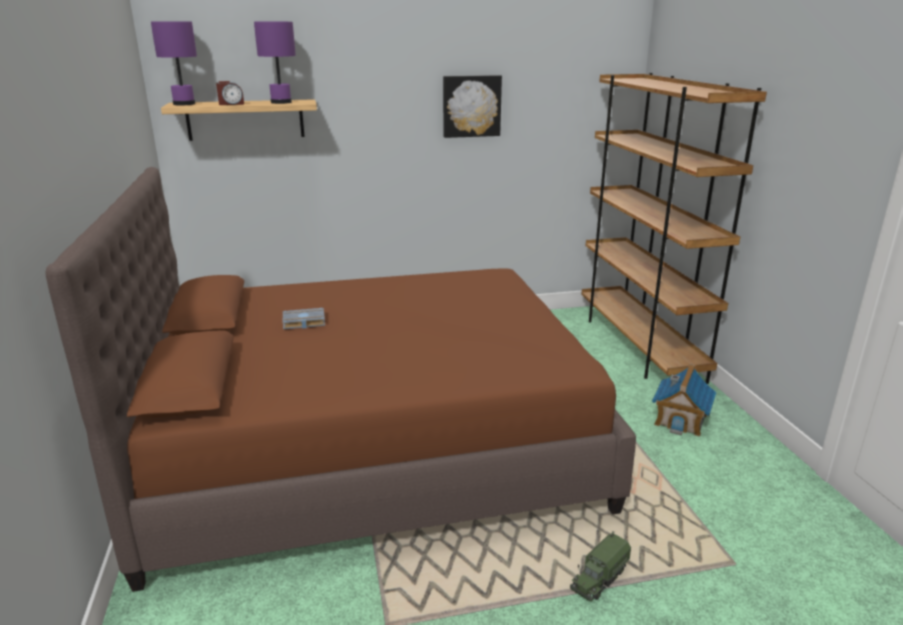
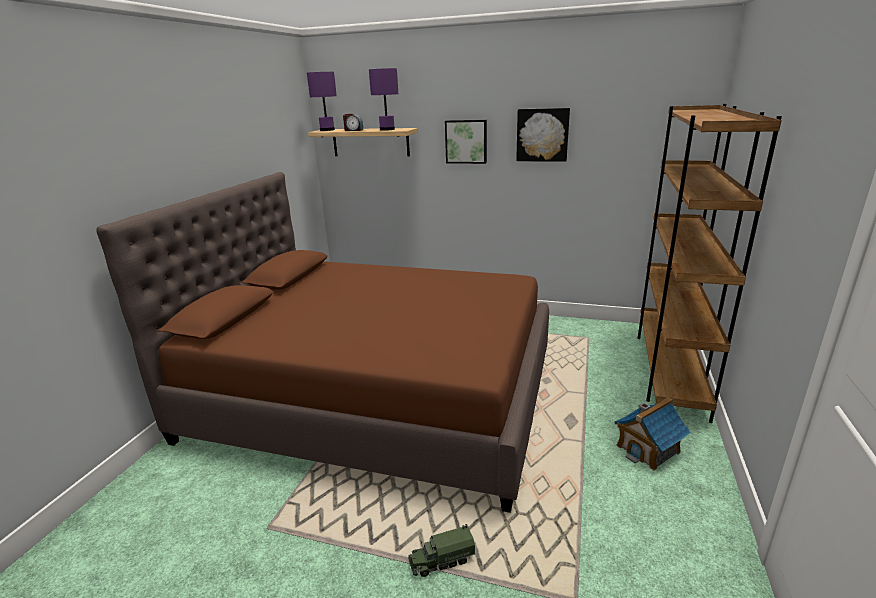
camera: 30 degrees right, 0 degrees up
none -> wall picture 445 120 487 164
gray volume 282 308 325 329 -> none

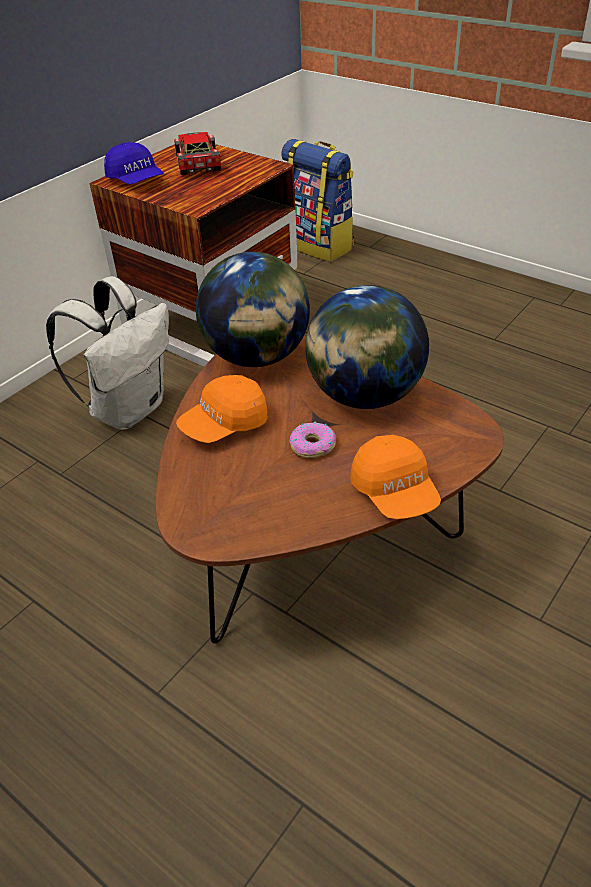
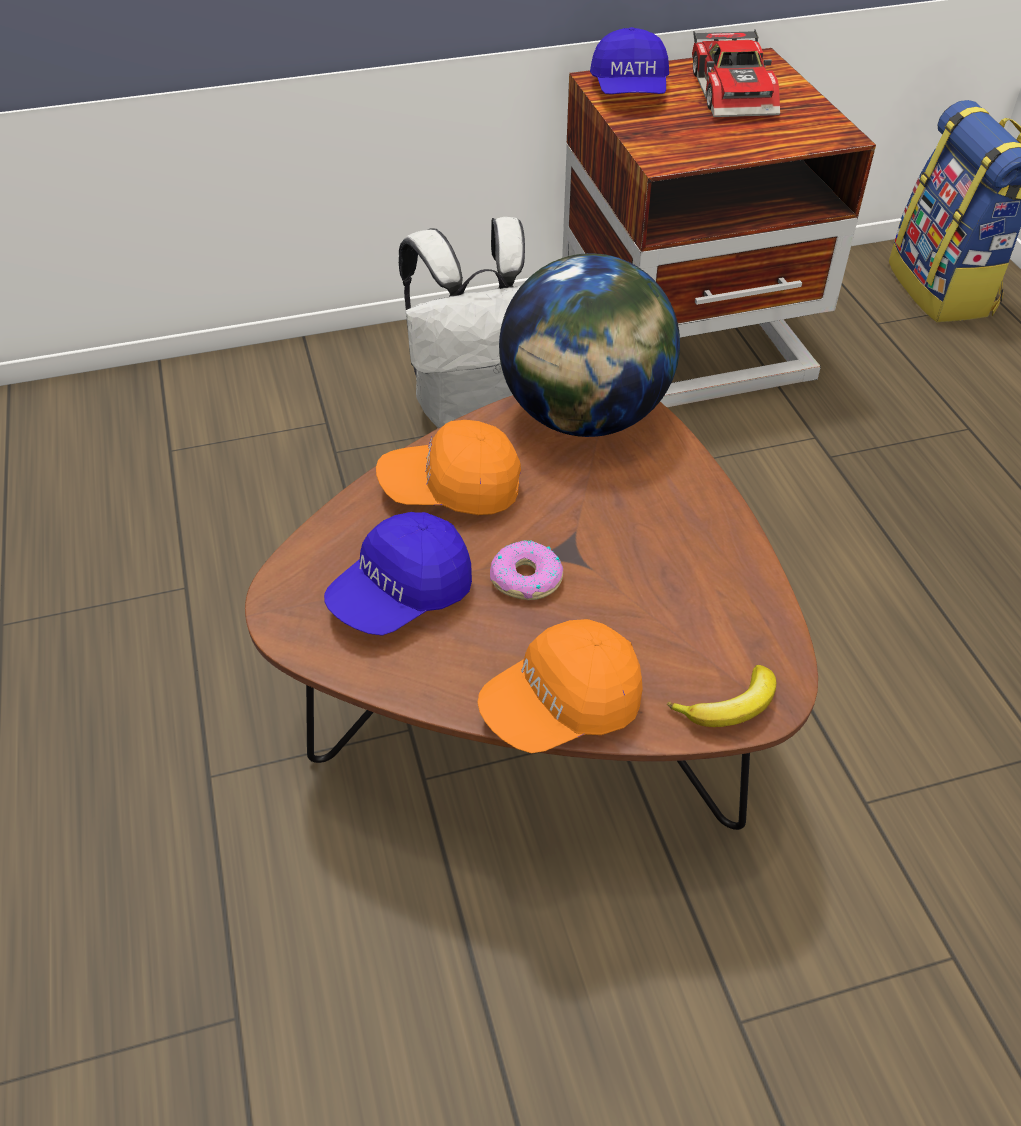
camera: 35 degrees right, 5 degrees up
none -> blue baseball cap 324 512 472 636
orange-coloured baseball cap 350 435 441 519 -> orange-coloured baseball cap 477 619 643 754, 45 degrees clockwise
none -> banana fruit 667 665 776 727
toy car 174 132 221 175 -> toy car 692 29 780 117, 150 degrees clockwise
world globe 305 285 429 409 -> none

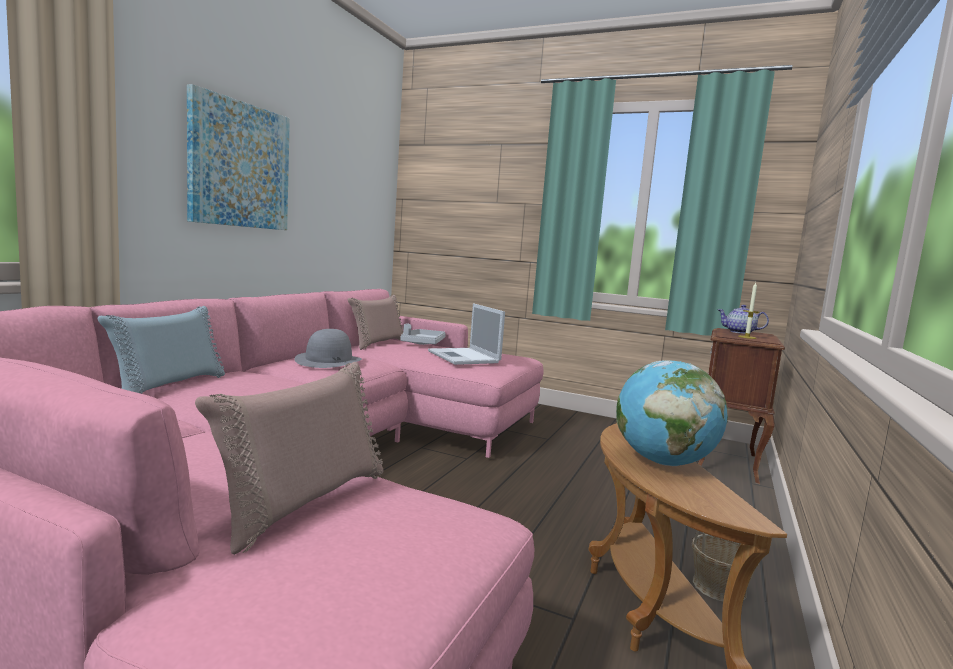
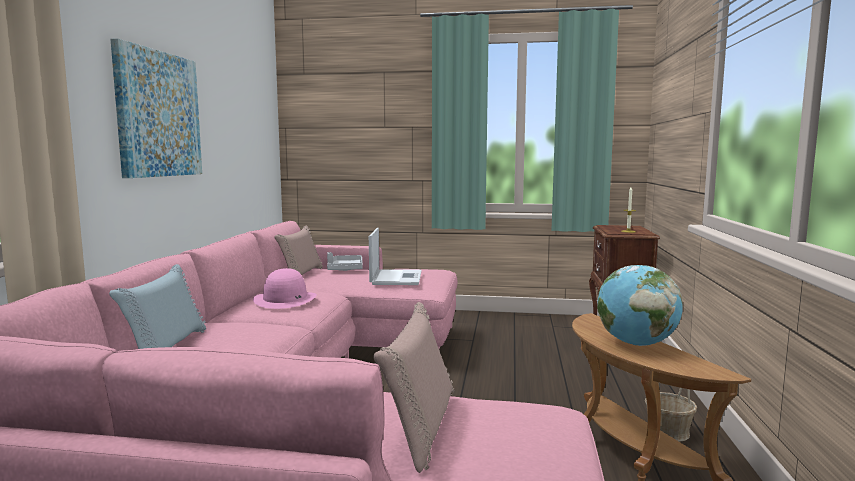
camera: 15 degrees left, 0 degrees up
gray hat 294 329 362 368 -> pink-coloured hat 253 268 317 309
notebook computer 428 303 505 365 -> notebook computer 369 228 422 285, 135 degrees counterclockwise
teapot 718 305 769 334 -> none

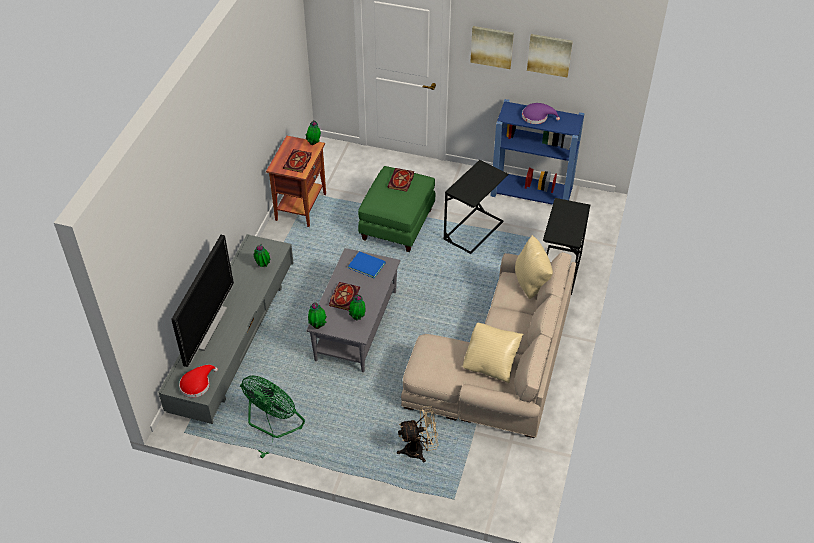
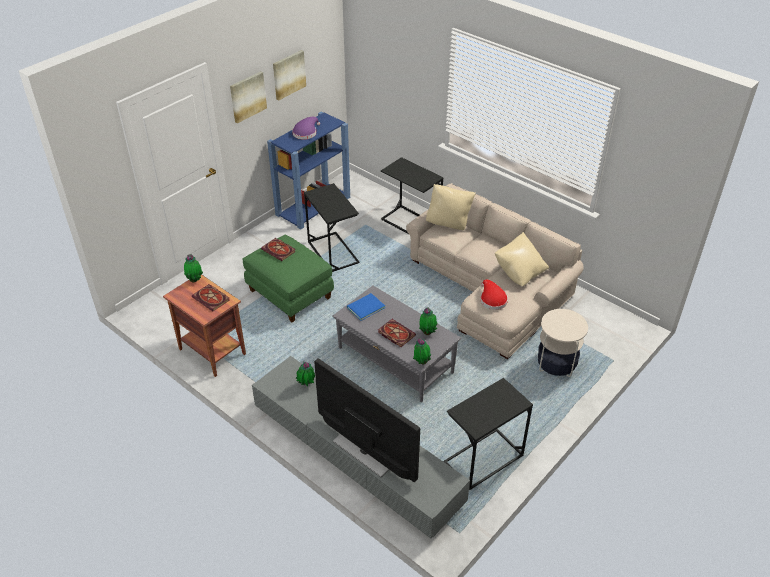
camera: 65 degrees left, 5 degrees down
green-coloured electric fan 240 375 305 458 -> black accent table 443 378 533 490
red-coloured hat 179 365 218 398 -> red-coloured hat 480 279 508 310, moved
sand-coloured electric fan 397 406 438 462 -> sand-coloured accent table 538 309 588 377

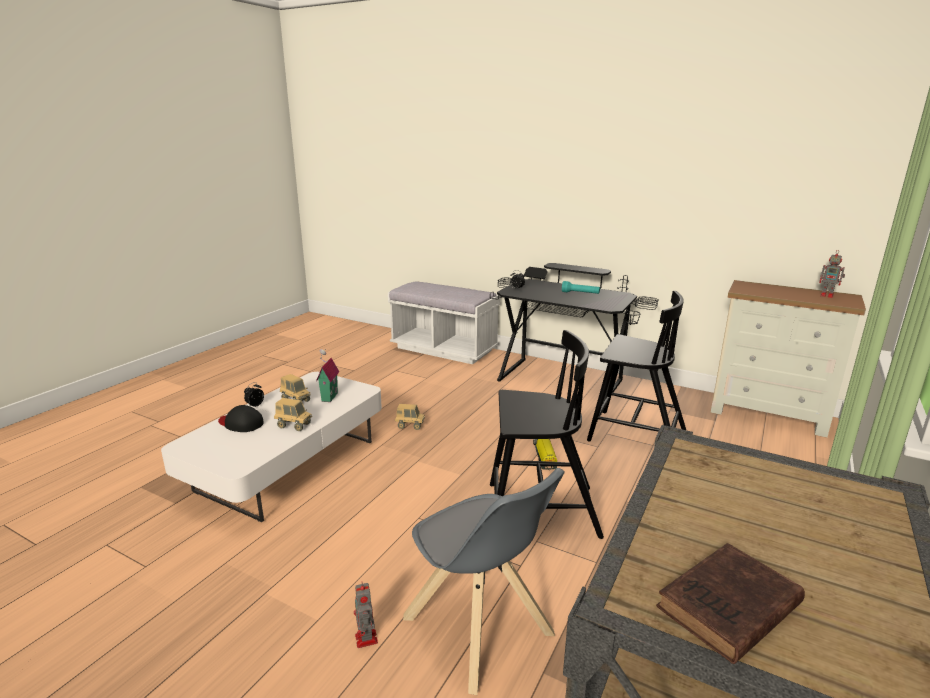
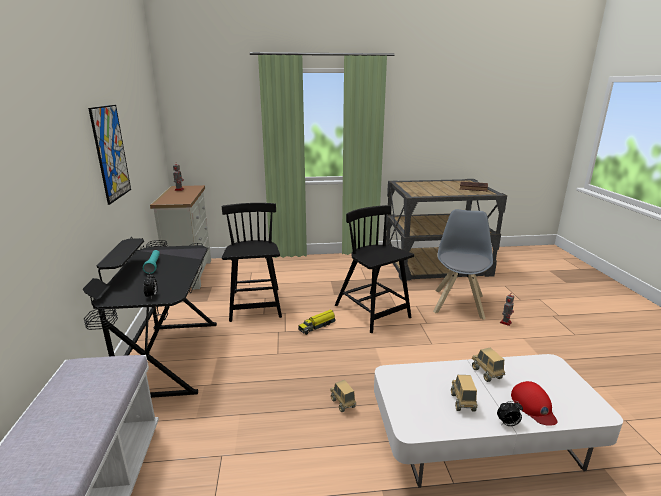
camera: 125 degrees left, 0 degrees up
none -> wall picture 88 105 131 205
black baseball cap 218 405 264 432 -> red-coloured baseball cap 511 381 557 426
toy house 316 349 339 402 -> none

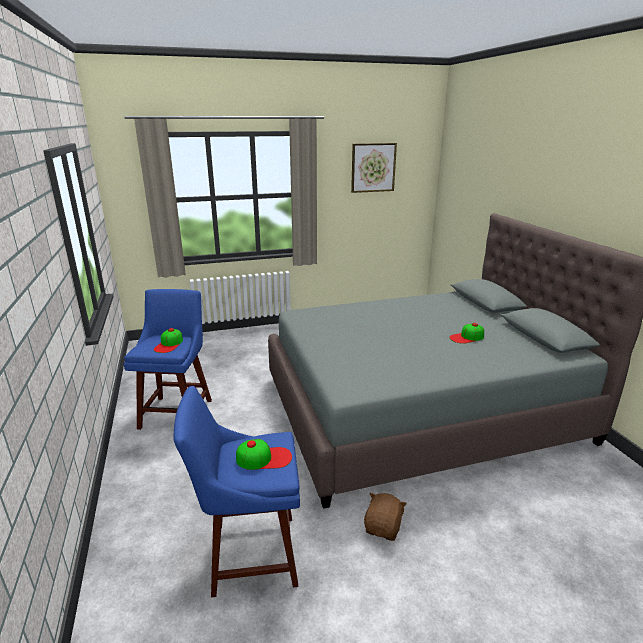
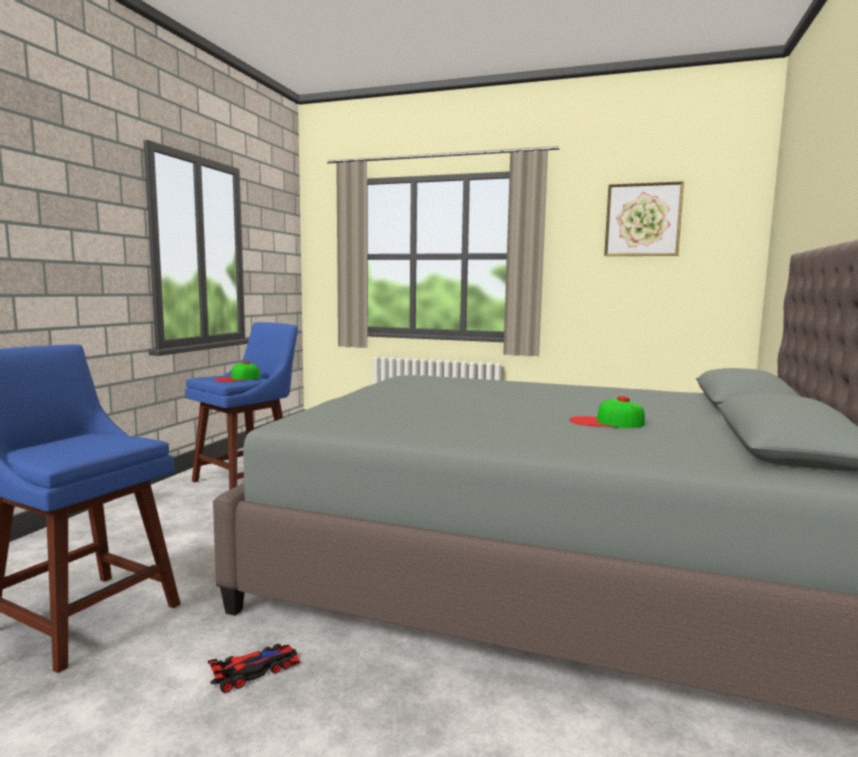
camera: 35 degrees right, 15 degrees down
brown-coloured plush toy 364 493 407 541 -> toy car 208 644 300 693
baseball cap 236 439 292 470 -> none

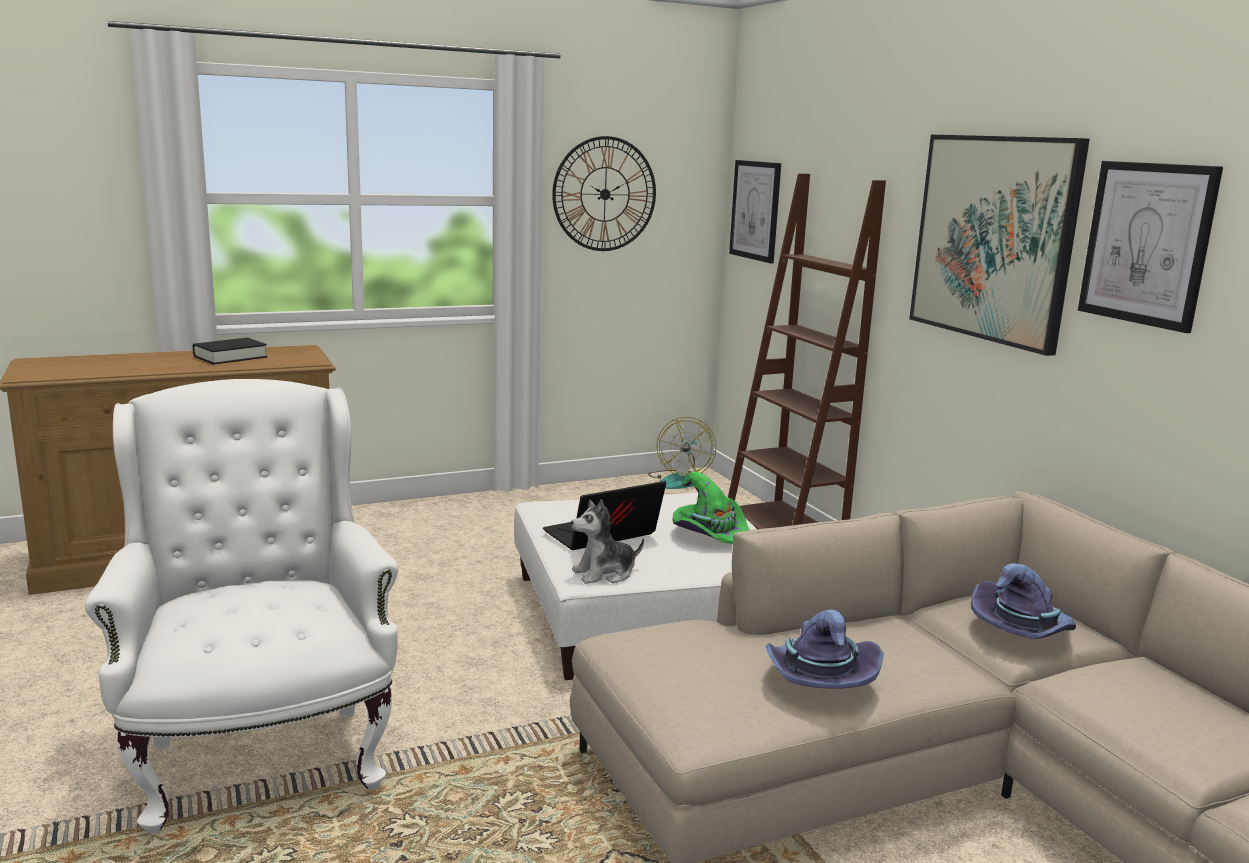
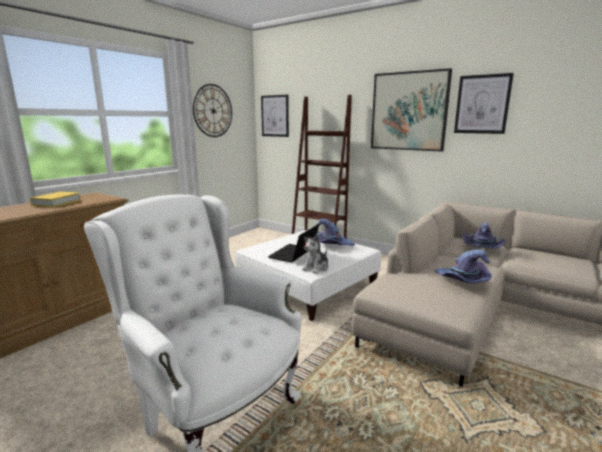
camera: 30 degrees left, 0 degrees up
black volume 193 338 268 364 -> yellowish volume 30 192 80 207
green-coloured hat 673 471 750 544 -> purple hat 316 219 355 246
electric fan 648 417 716 489 -> none

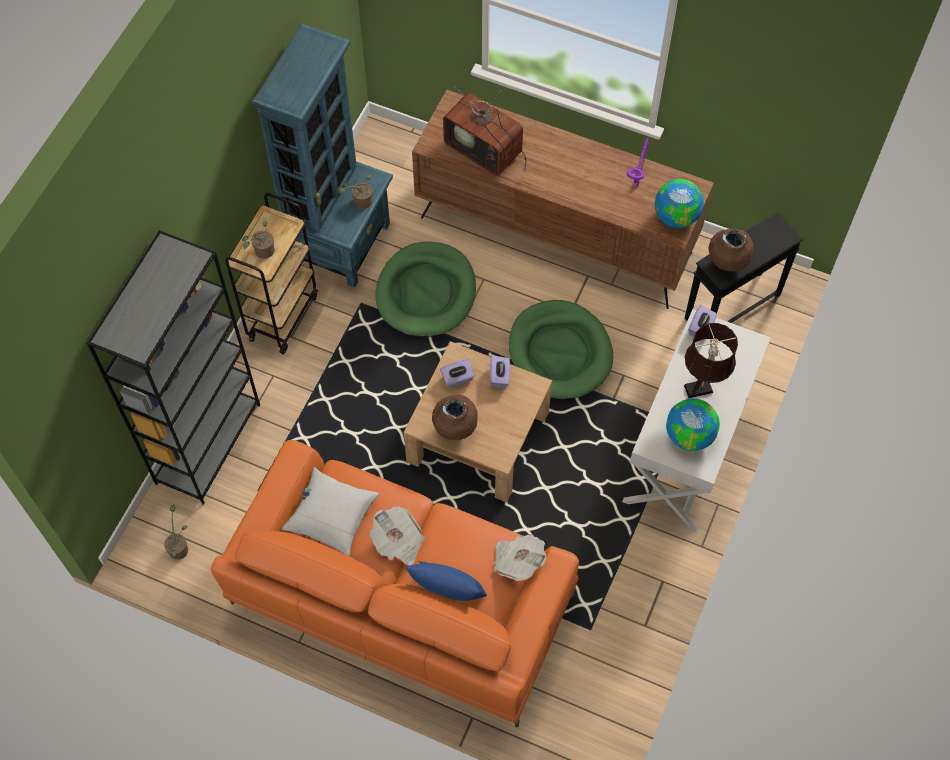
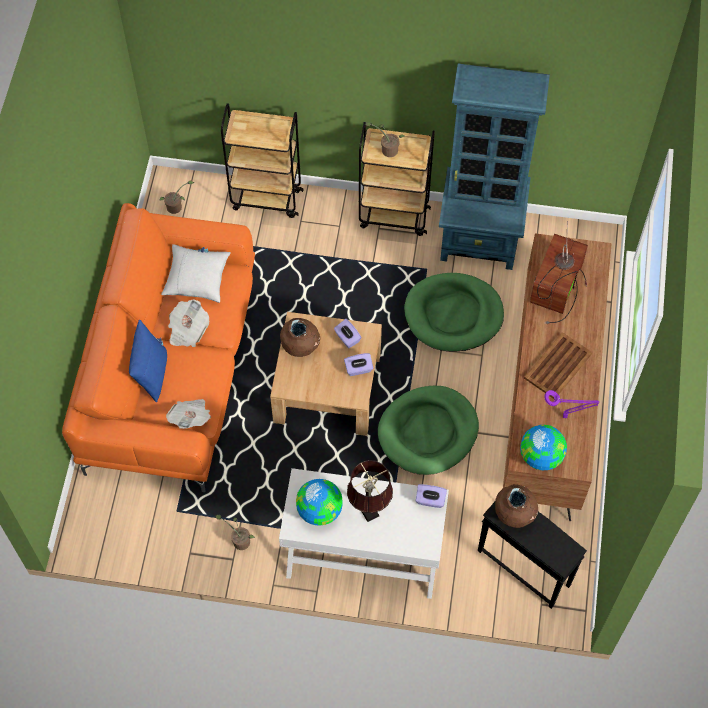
camera: 75 degrees right, 0 degrees up
houseplant 339 175 373 209 -> houseplant 215 515 255 550, moved
gray bookcase 87 230 260 505 -> brown-coloured cart 221 103 304 218
none -> brown-coloured carrying tray 524 332 593 400

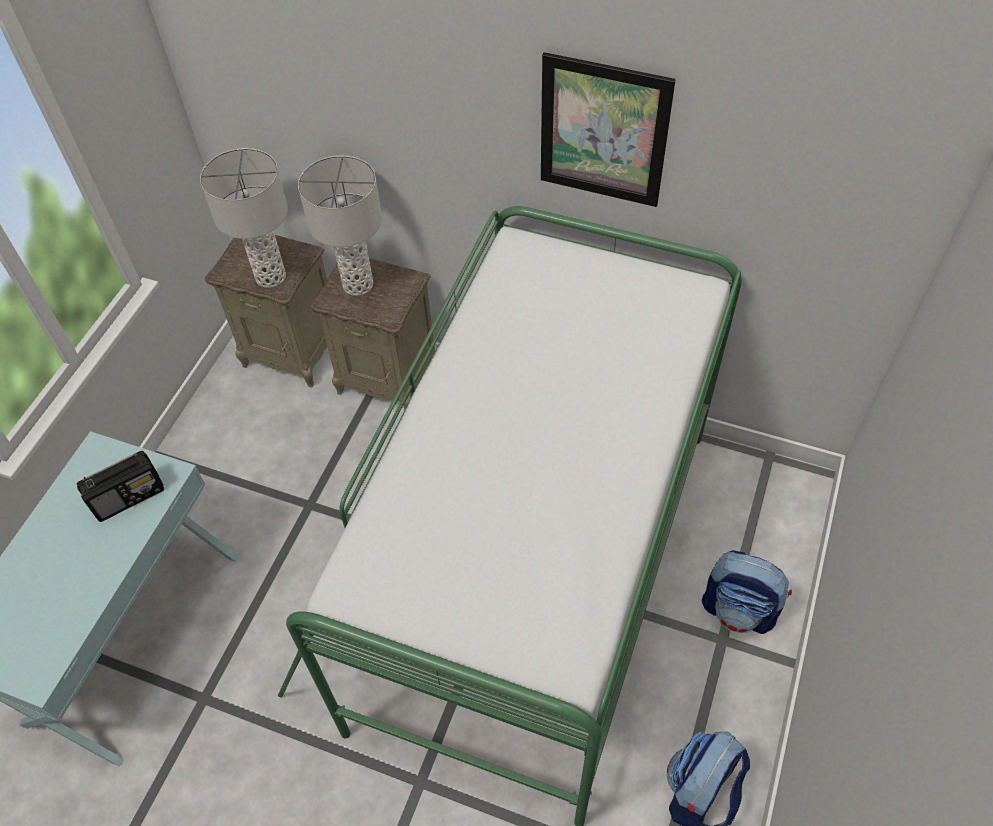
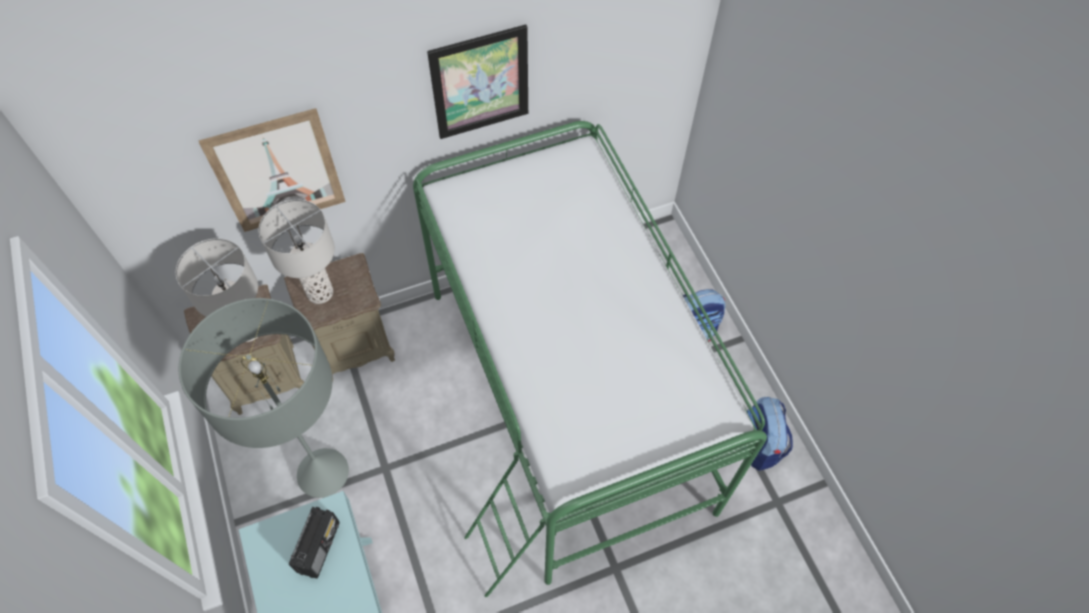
camera: 45 degrees left, 5 degrees up
none -> gray standing lamp 179 298 349 498
none -> wall picture 199 108 346 232

